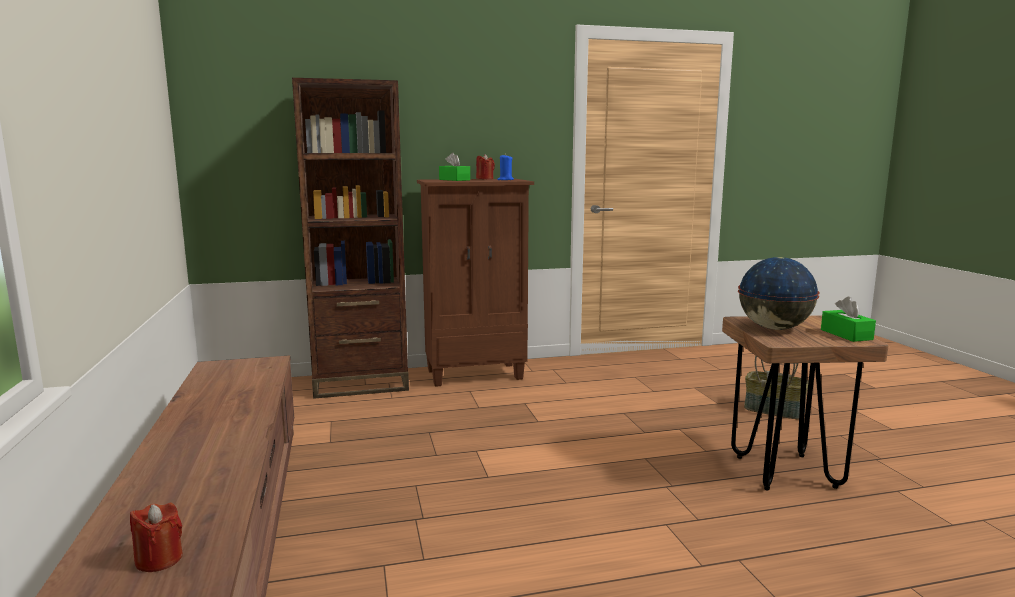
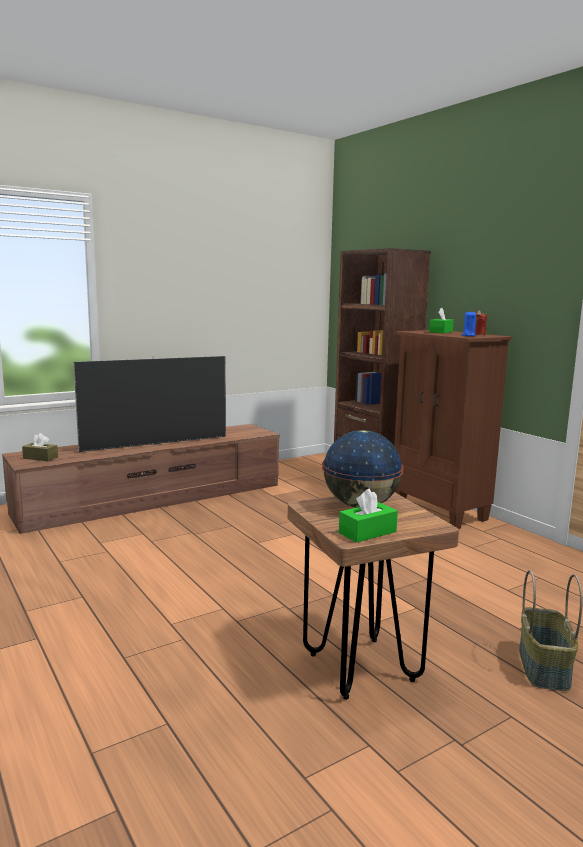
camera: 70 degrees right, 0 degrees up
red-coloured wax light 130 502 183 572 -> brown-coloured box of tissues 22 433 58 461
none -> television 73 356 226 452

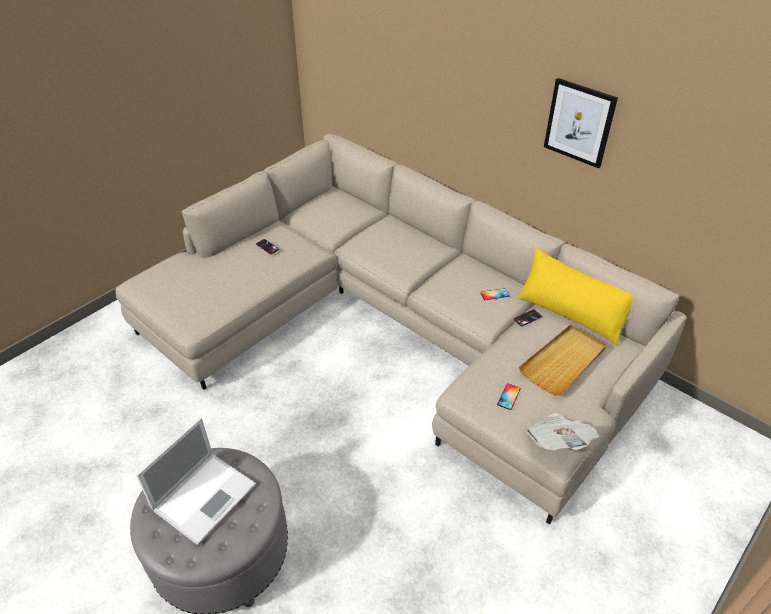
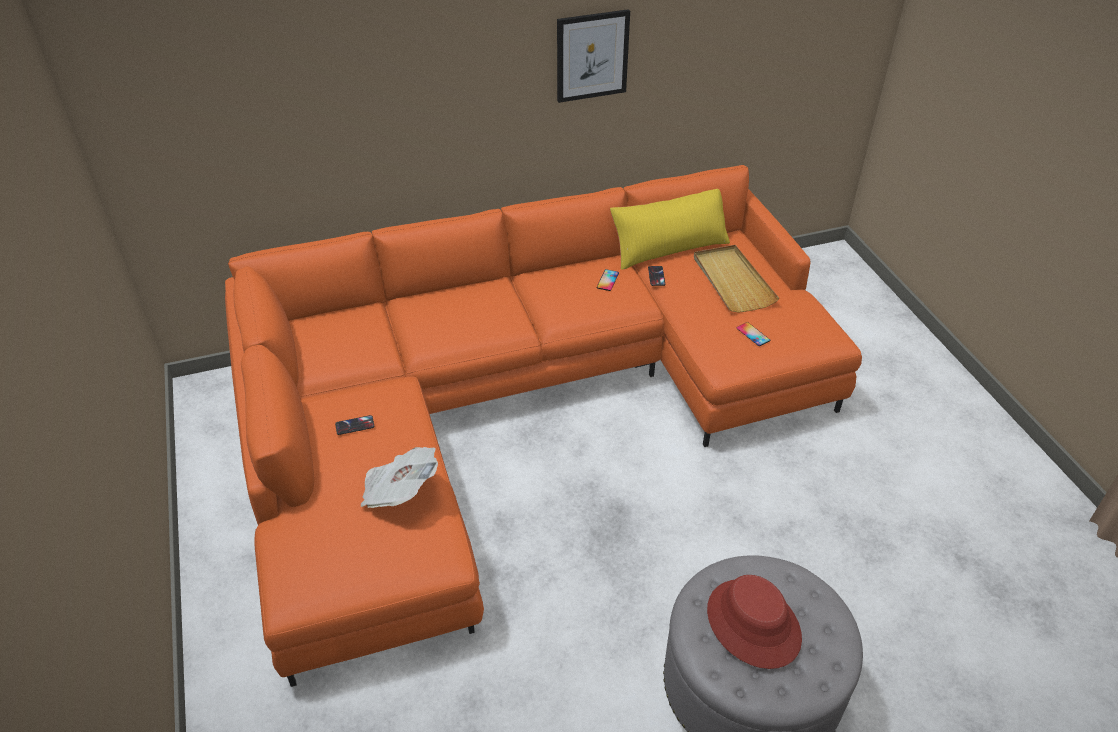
camera: 60 degrees left, 0 degrees up
sand-coloured settee 115 134 687 525 -> orange-coloured settee 225 165 862 687
printed paper 525 413 599 450 -> printed paper 360 447 438 508, moved
notebook computer 136 417 256 545 -> red-coloured hat 707 575 802 669

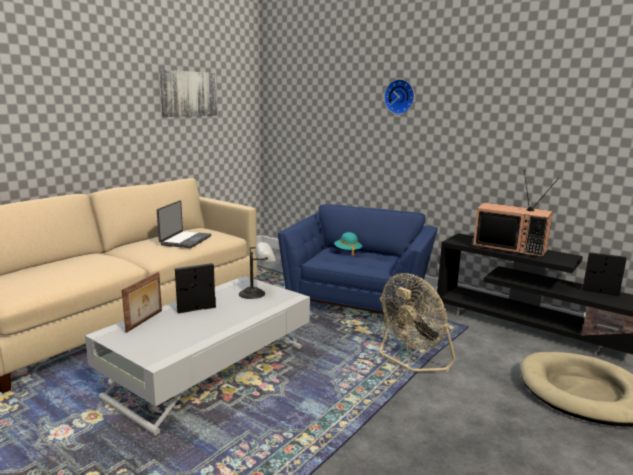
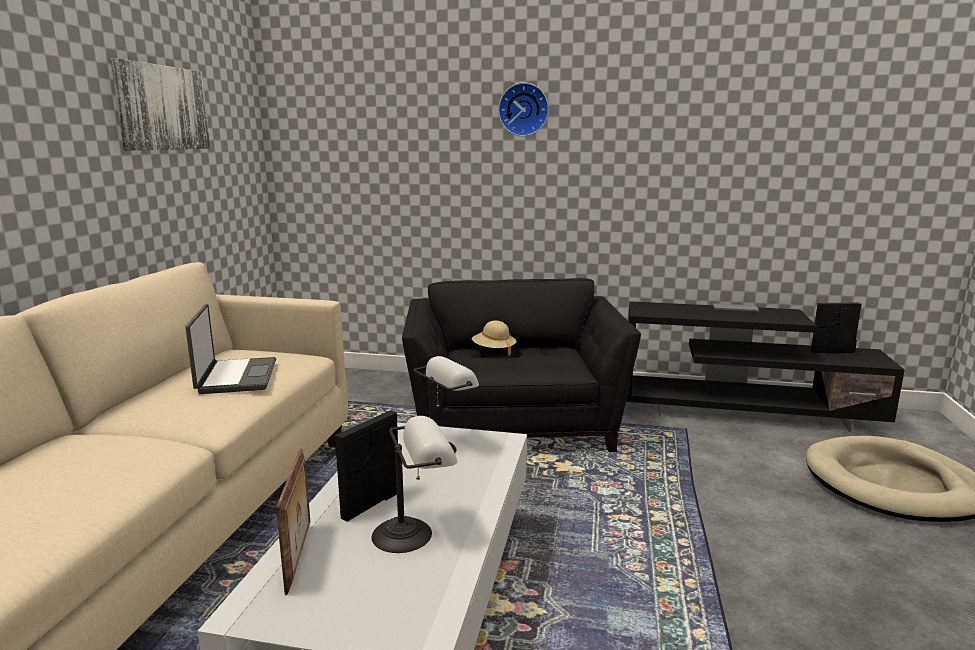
camera: 25 degrees left, 0 degrees up
none -> table lamp 371 416 458 553
blue easy chair 278 204 438 328 -> black easy chair 402 278 641 452
blue-green hat 334 232 363 256 -> sand-coloured hat 472 320 516 356
sand-coloured electric fan 379 273 455 385 -> none
television 473 170 559 257 -> none

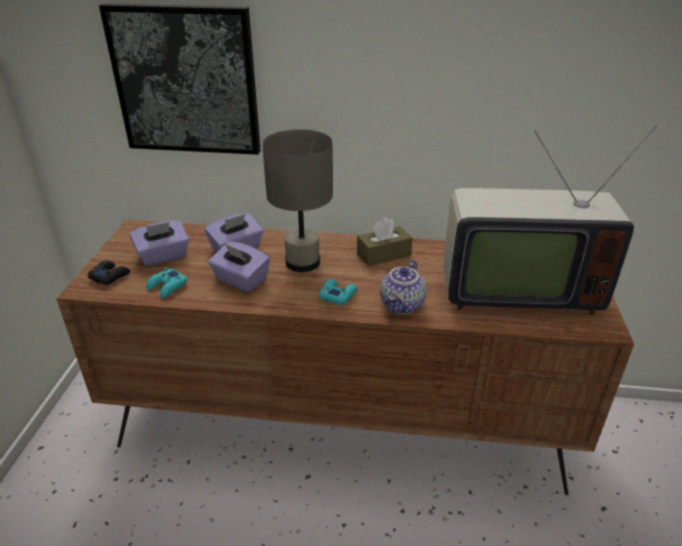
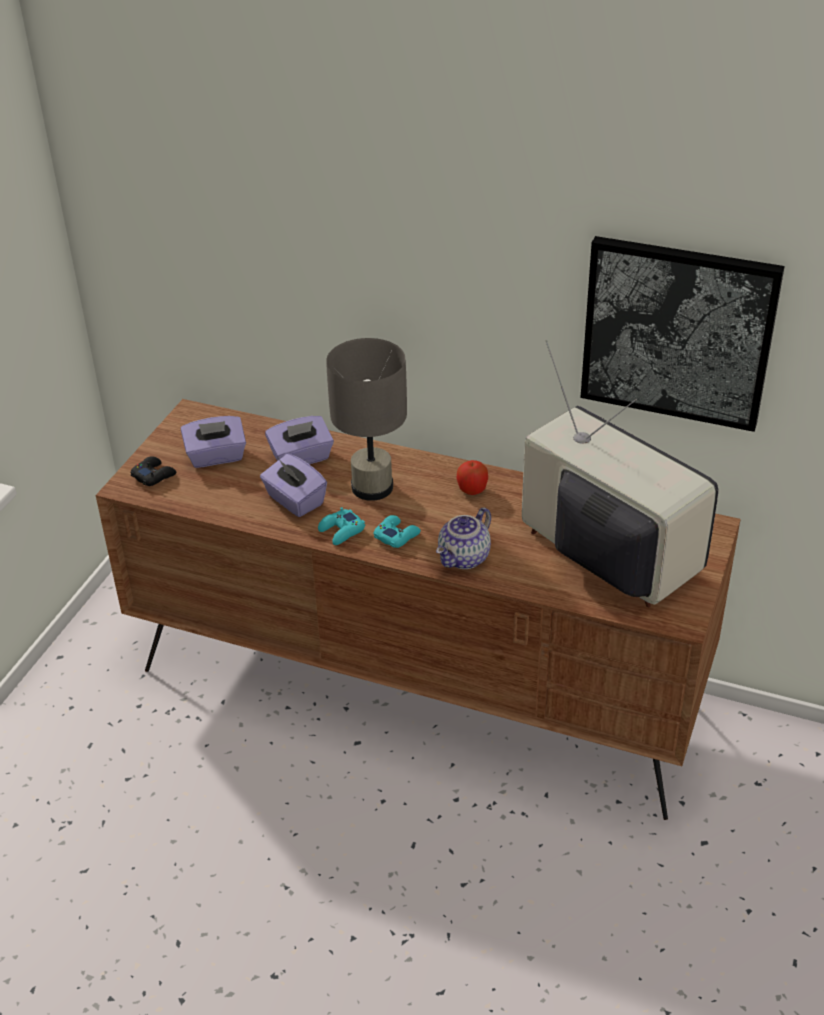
camera: 15 degrees right, 5 degrees up
blue-green gamepad 146 267 187 298 -> blue-green gamepad 318 507 365 545, moved
brown-coloured box of tissues 357 217 412 266 -> apple 456 460 488 495
television 443 126 656 315 -> television 522 340 719 607, 150 degrees counterclockwise
wall picture 99 3 261 155 -> wall picture 580 236 785 432, moved

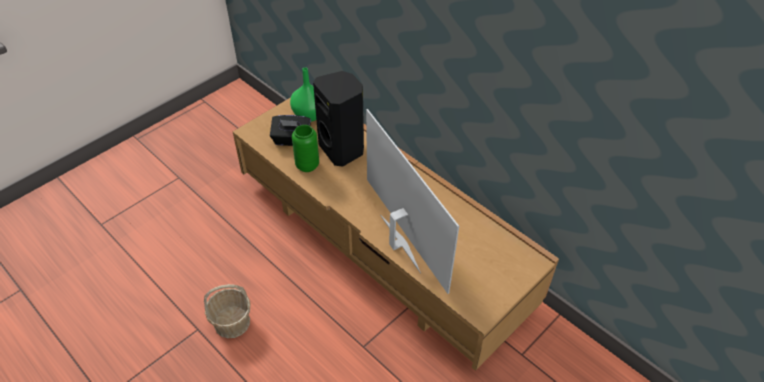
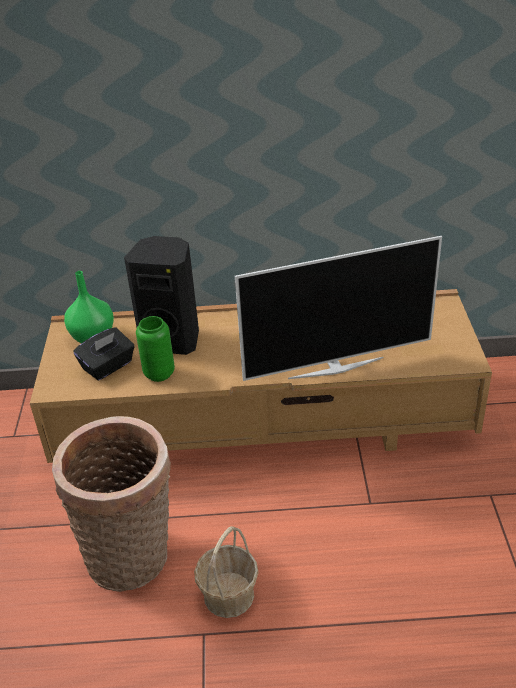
camera: 45 degrees left, 10 degrees down
none -> basket 52 416 171 592
television 366 109 459 294 -> television 235 236 442 381, 150 degrees clockwise

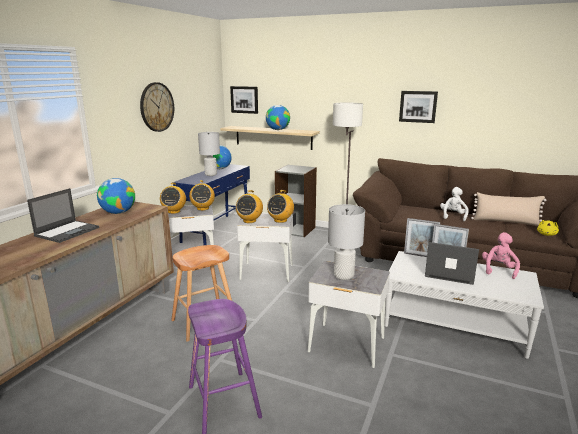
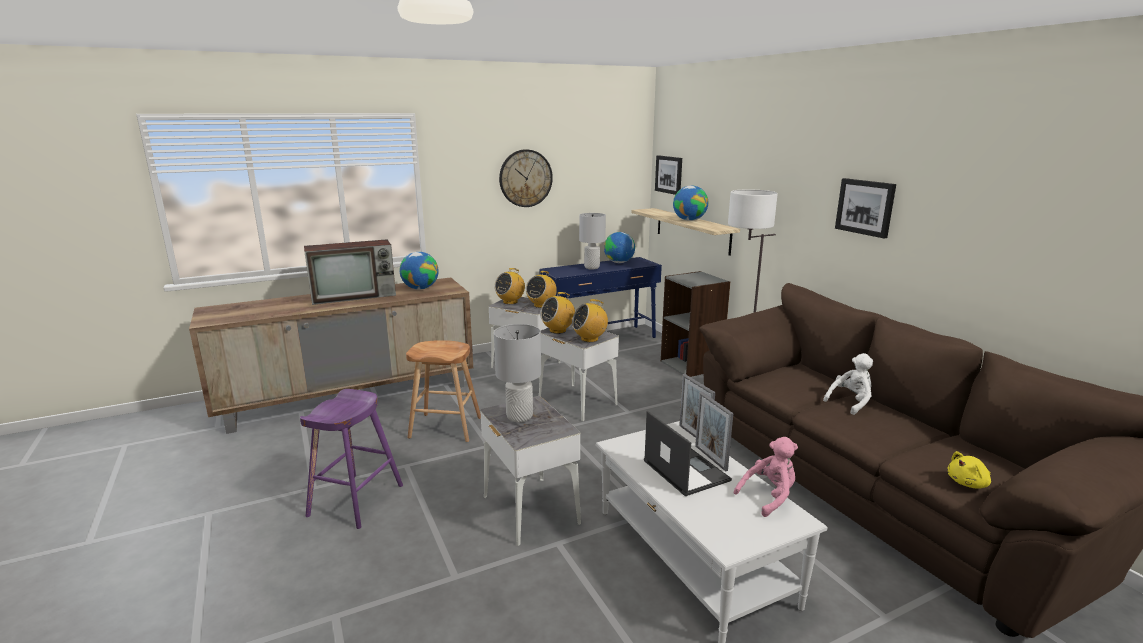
camera: 40 degrees right, 0 degrees up
notebook computer 27 188 99 243 -> television 304 239 396 305
sand-coloured pillow 471 192 546 226 -> none

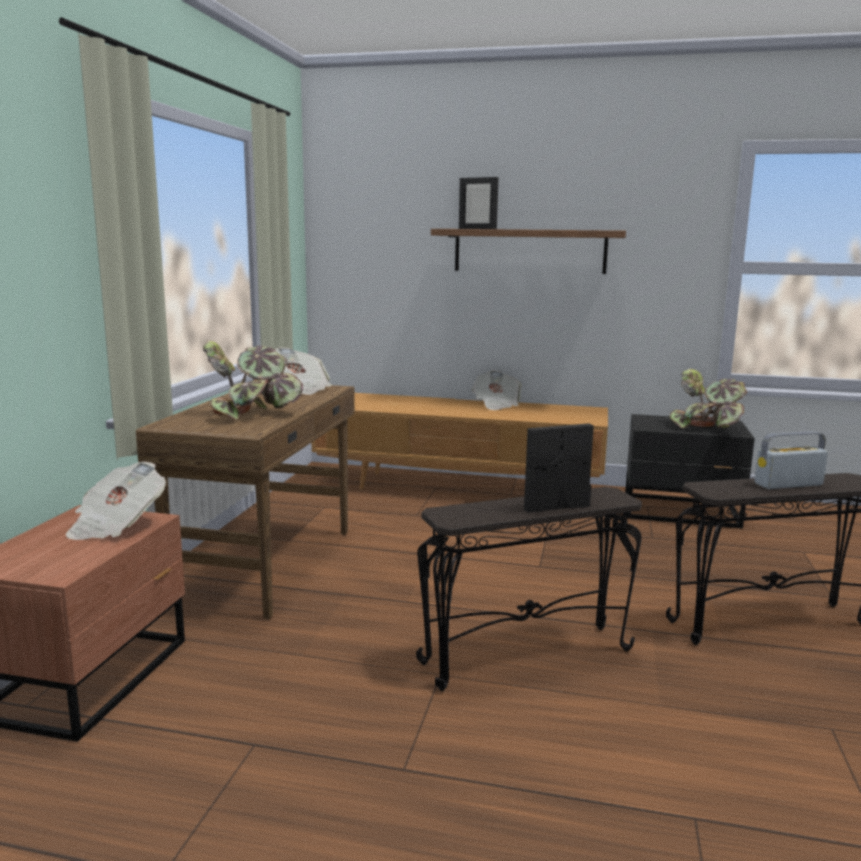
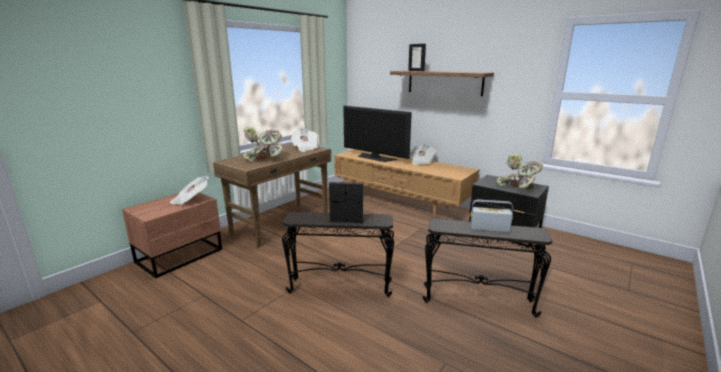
camera: 25 degrees right, 5 degrees up
none -> television 343 106 412 162

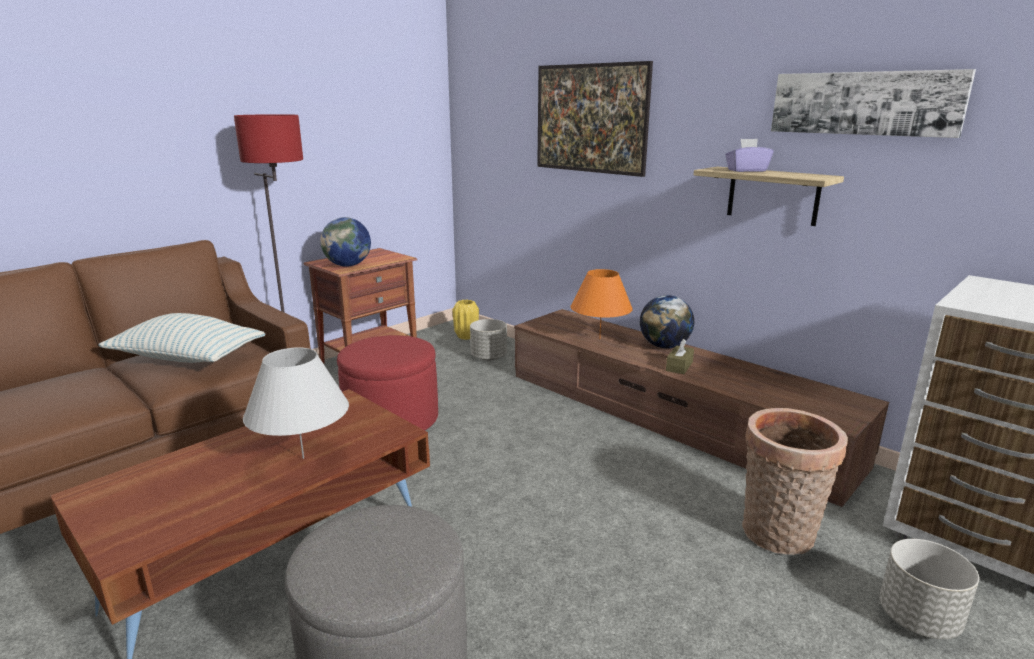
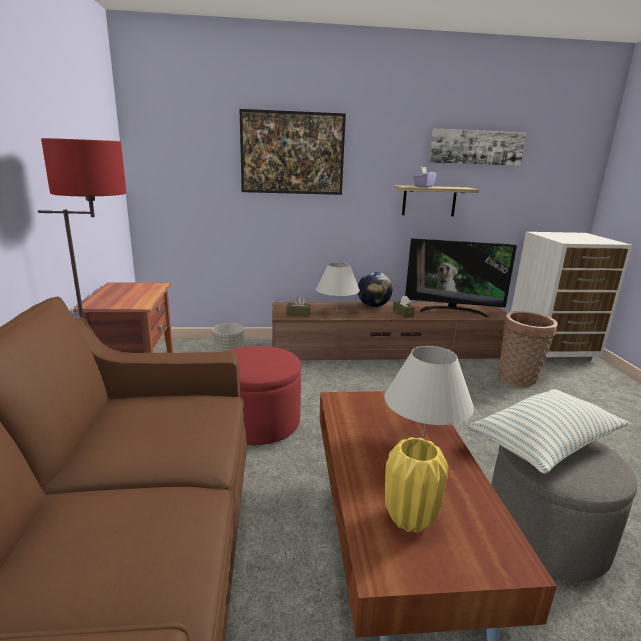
camera: 50 degrees left, 0 degrees up
none -> brown-coloured box of tissues 286 296 311 317
orange-coloured table lamp 571 269 633 339 -> white-coloured table lamp 316 262 360 312
yellowish flower vase 453 300 479 340 -> yellowish flower vase 385 437 448 533, moved
none -> television 405 238 517 318
pillow 98 313 265 363 -> pillow 468 389 630 474, moved
world globe 320 217 371 267 -> none
gray plant pot 879 539 979 639 -> none

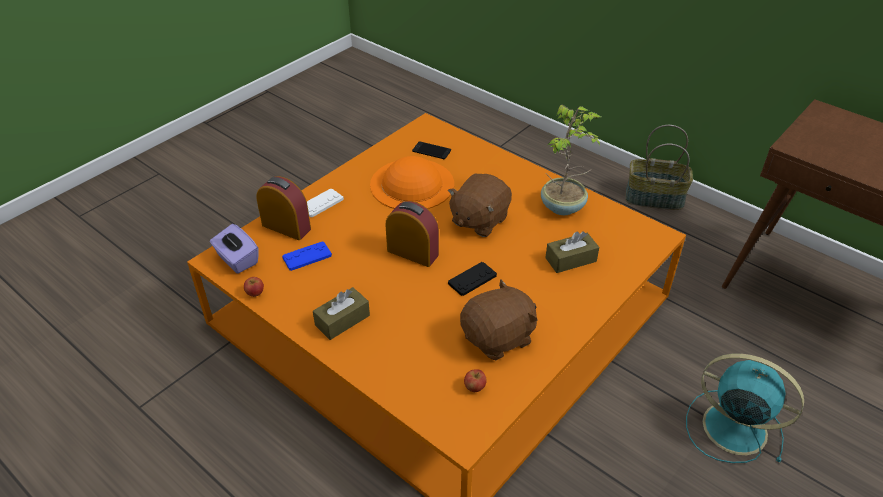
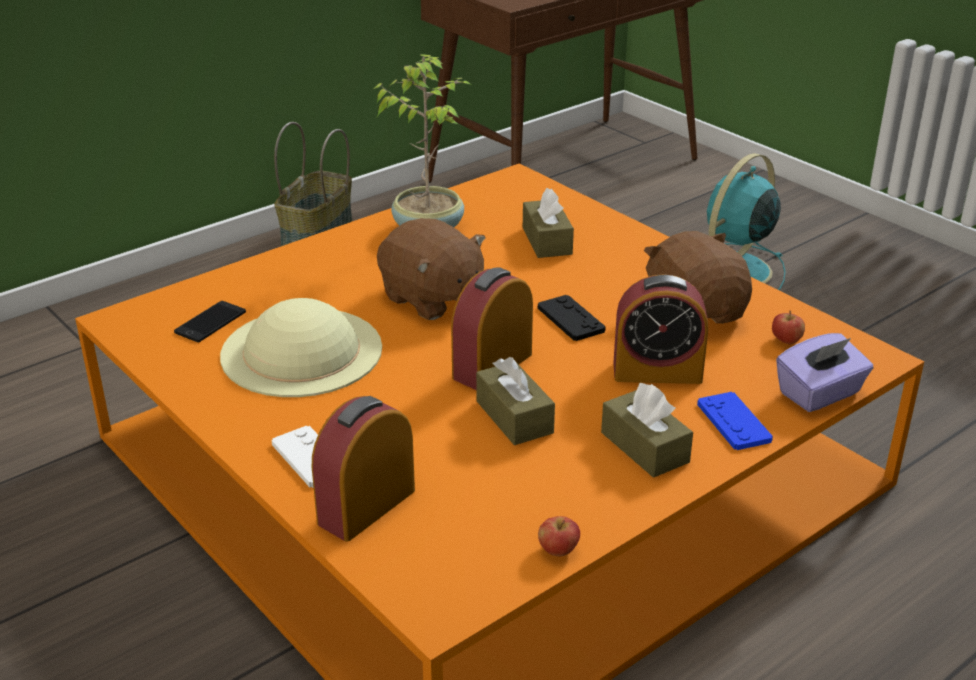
camera: 80 degrees left, 10 degrees down
orange-coloured hat 370 156 454 209 -> sand-coloured hat 220 298 382 397
none -> brown-coloured box of tissues 476 357 555 445
none -> bedside clock 613 274 708 384
blue gamepad 282 241 332 271 -> blue gamepad 697 392 773 450, moved
purple box of tissues 210 224 259 274 -> purple box of tissues 776 333 873 412, moved

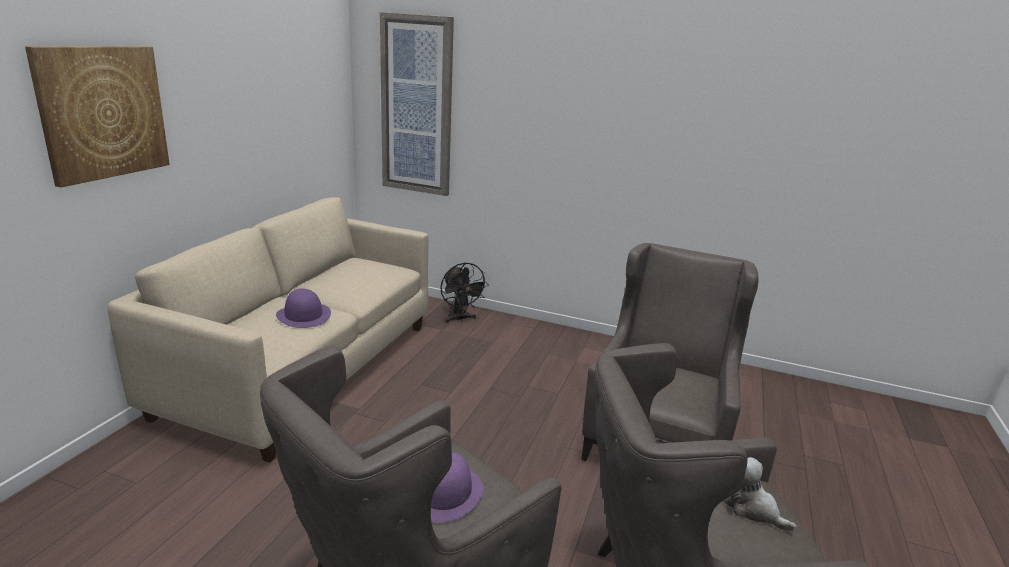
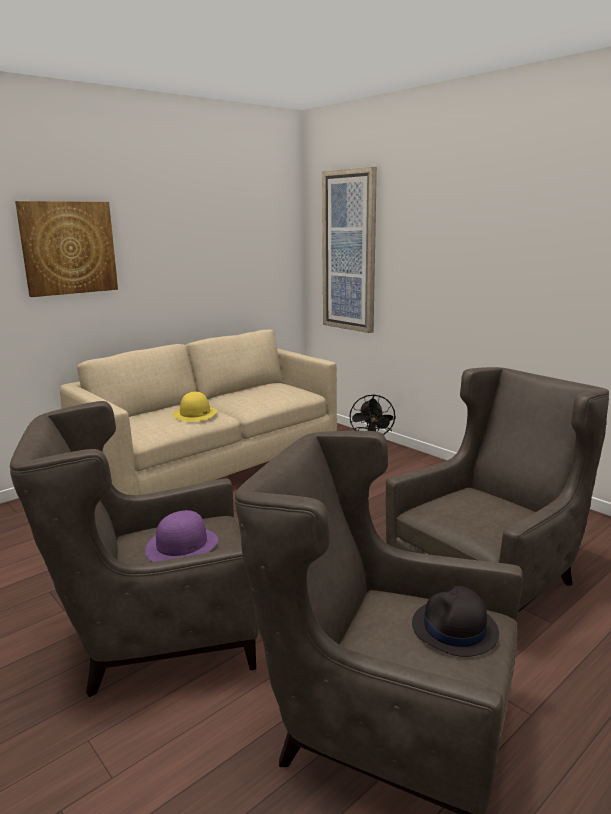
camera: 30 degrees right, 5 degrees down
purple hat 276 288 331 328 -> yellowish hat 173 392 217 422
plush toy 723 457 797 532 -> black hat 412 586 499 657

